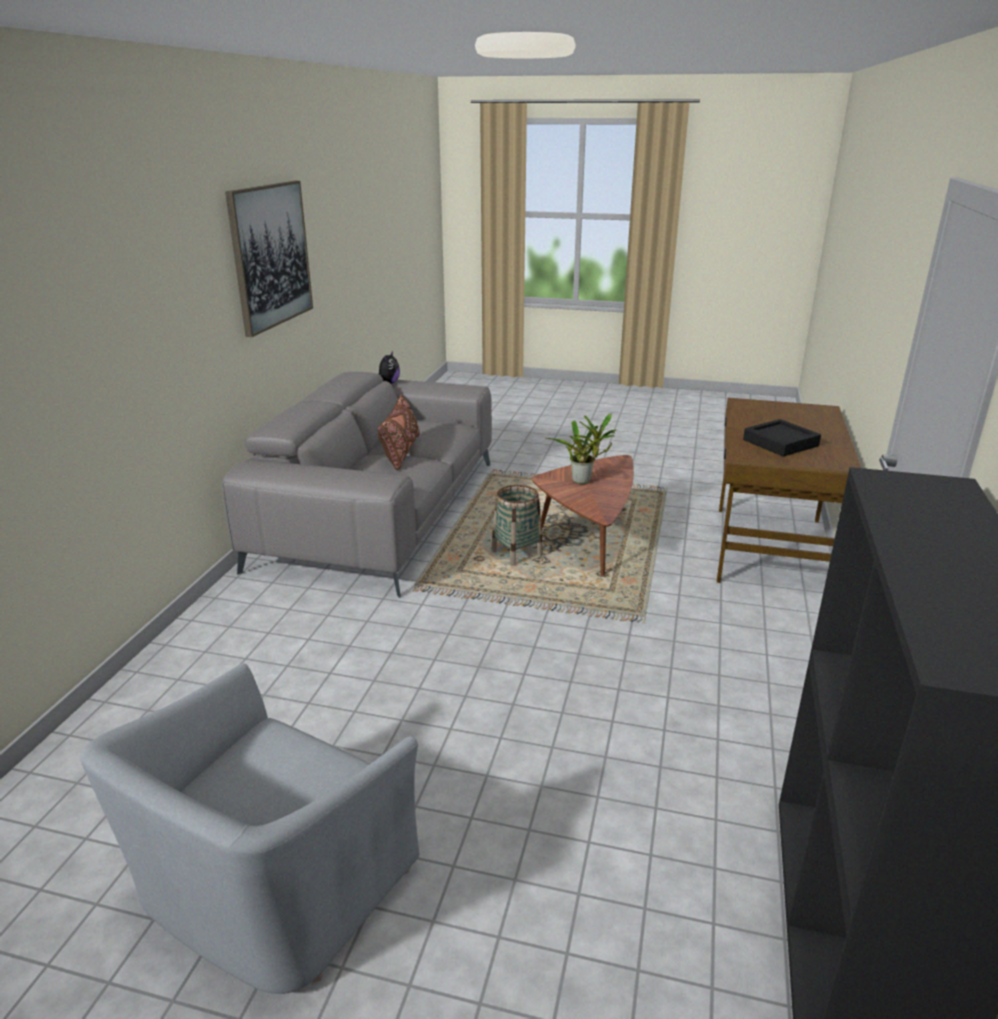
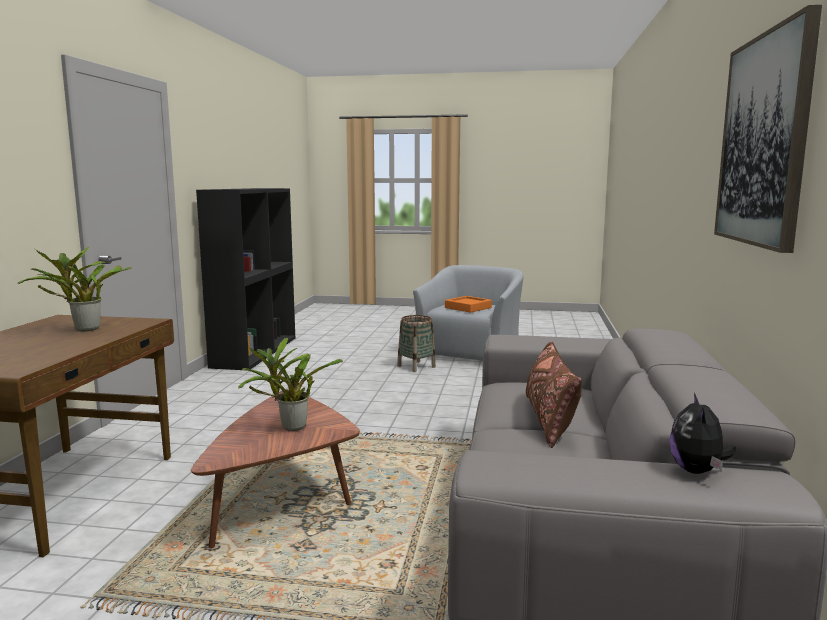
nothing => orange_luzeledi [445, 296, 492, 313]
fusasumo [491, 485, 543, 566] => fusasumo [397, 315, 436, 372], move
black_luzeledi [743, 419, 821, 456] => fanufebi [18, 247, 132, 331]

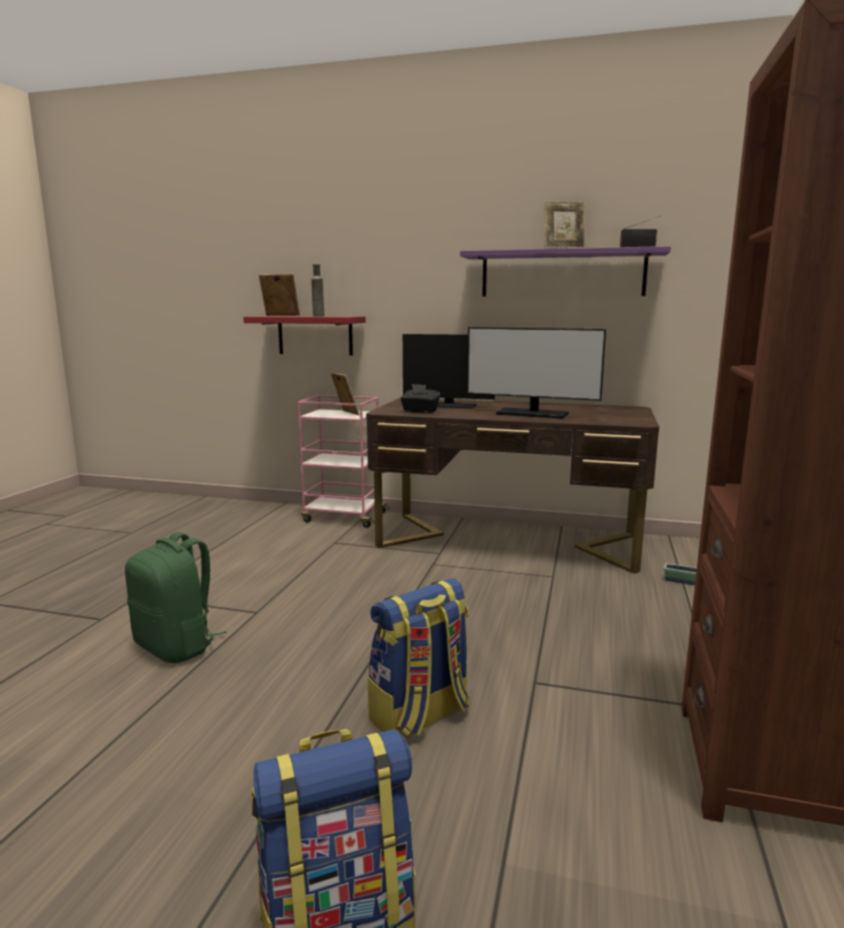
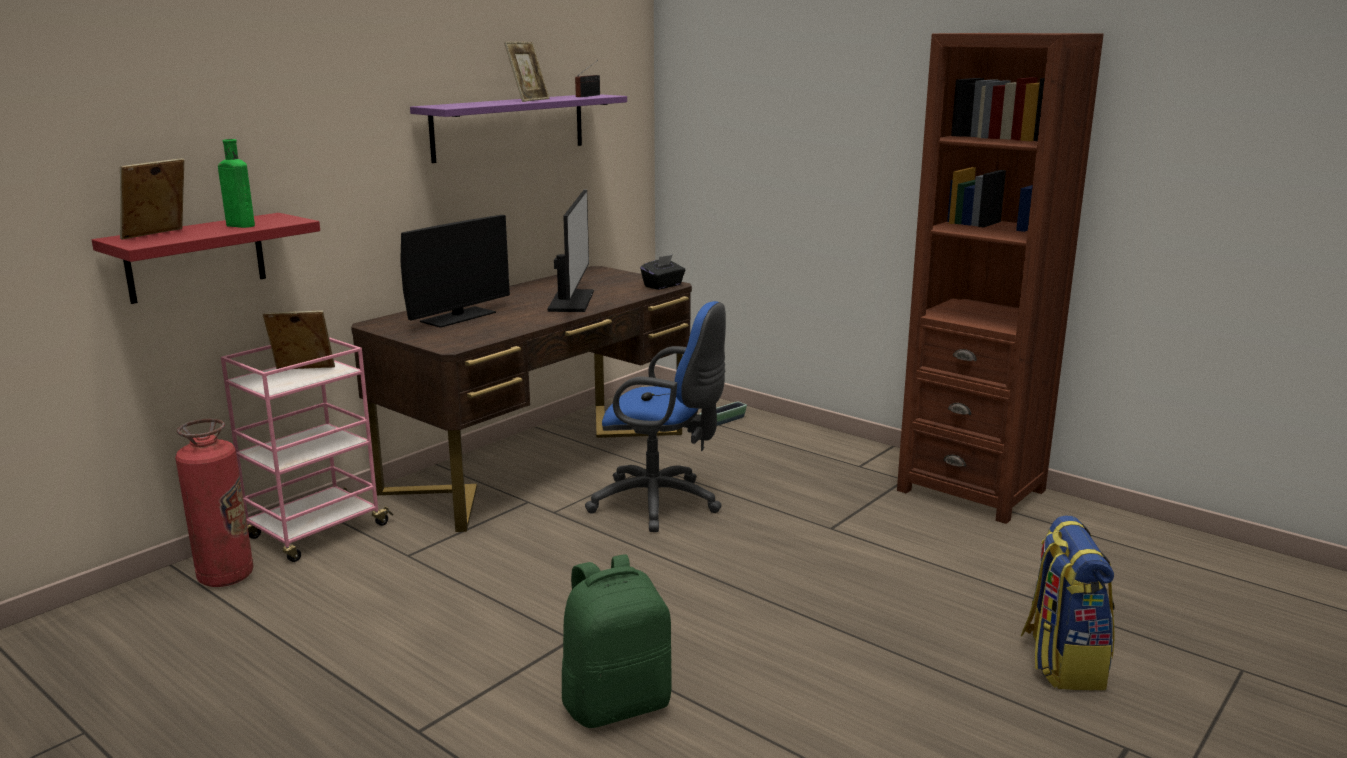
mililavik [368, 578, 469, 739] => nothing
nothing => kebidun [175, 419, 254, 587]
nothing => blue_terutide [585, 301, 726, 532]
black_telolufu [400, 384, 440, 413] => black_telolufu [640, 255, 685, 290], move
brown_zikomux [311, 264, 324, 316] => green_zikomux [218, 139, 255, 228]
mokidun [467, 327, 606, 419] => mokidun [548, 189, 594, 312], 45 degrees counterclockwise

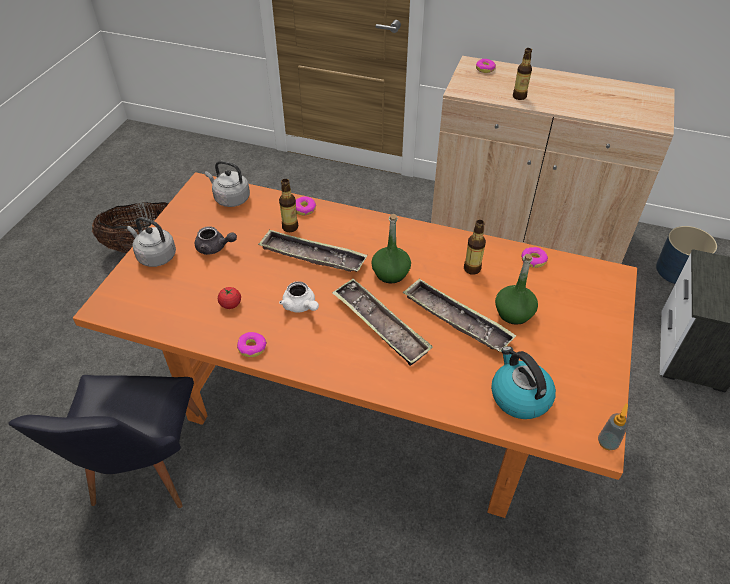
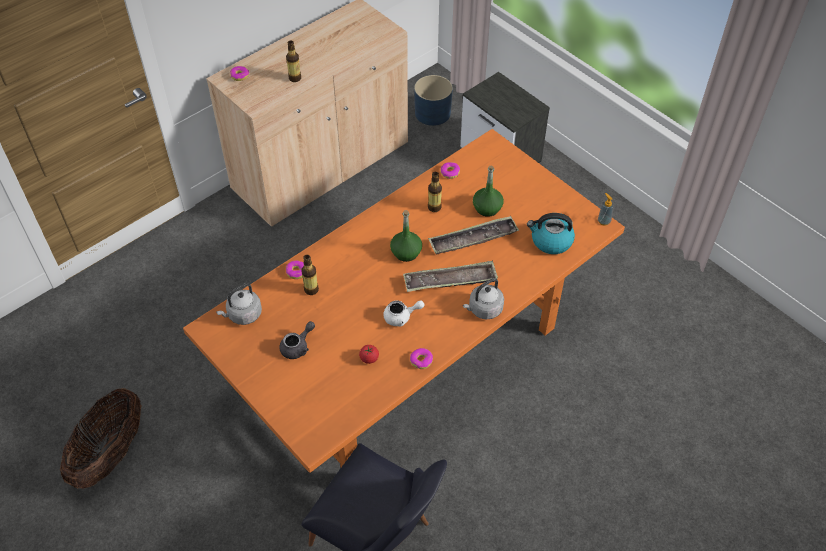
luzeledi [258, 229, 368, 272] => nothing
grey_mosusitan [127, 217, 176, 267] => grey_mosusitan [463, 278, 504, 319], move

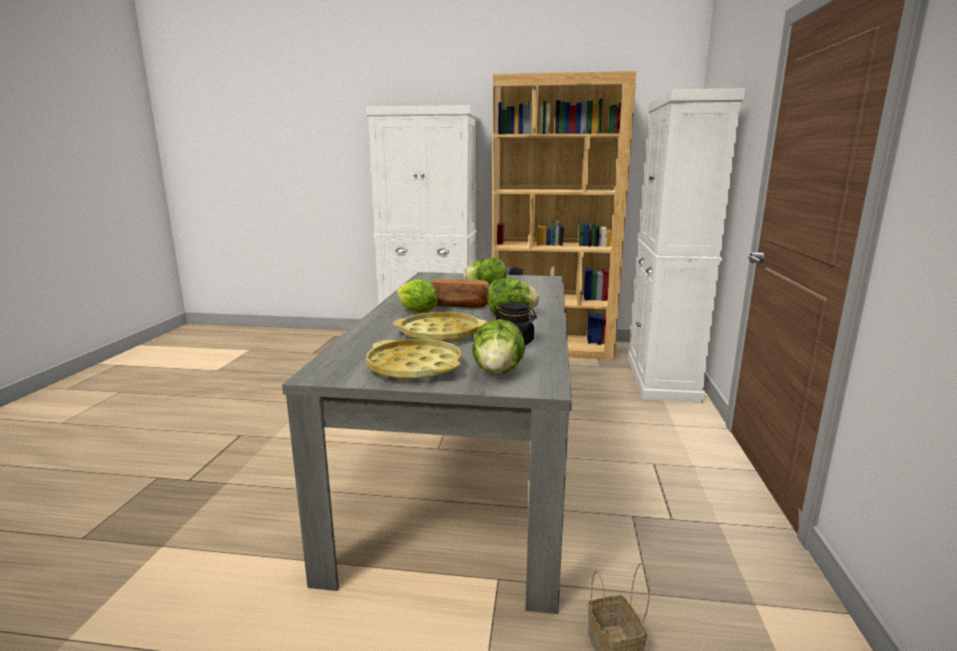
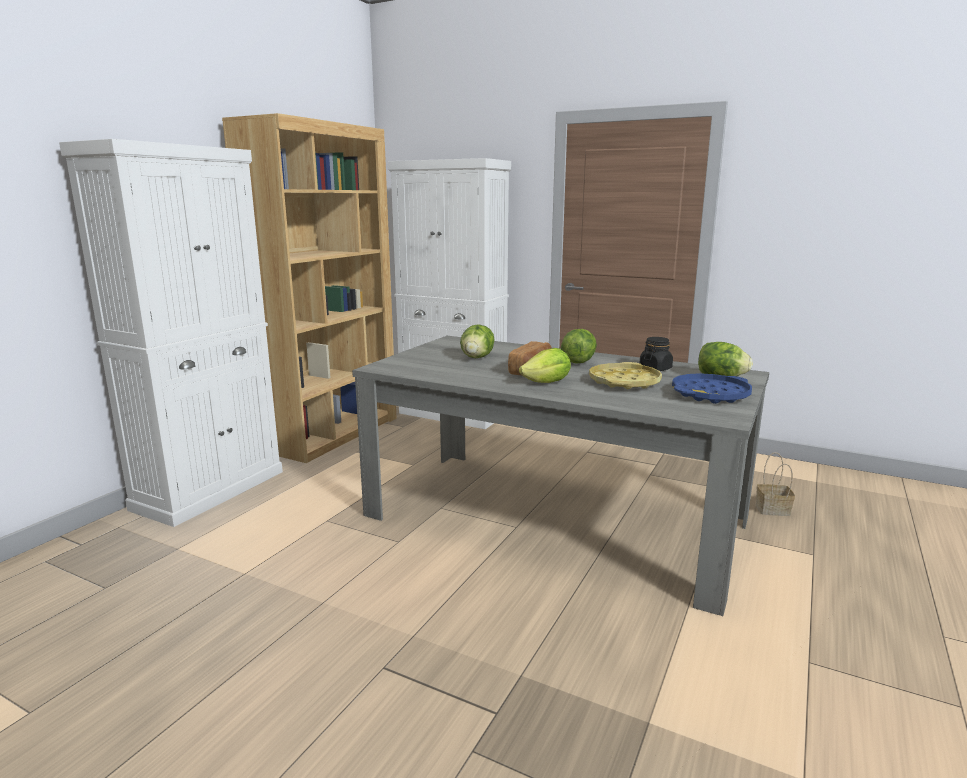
yellow_luzeledi [366, 339, 462, 381] => blue_luzeledi [672, 373, 752, 404]

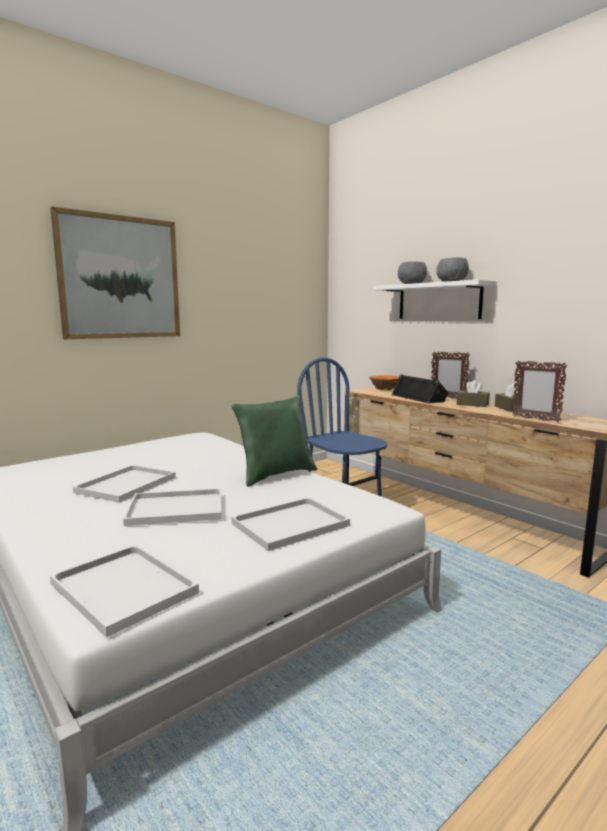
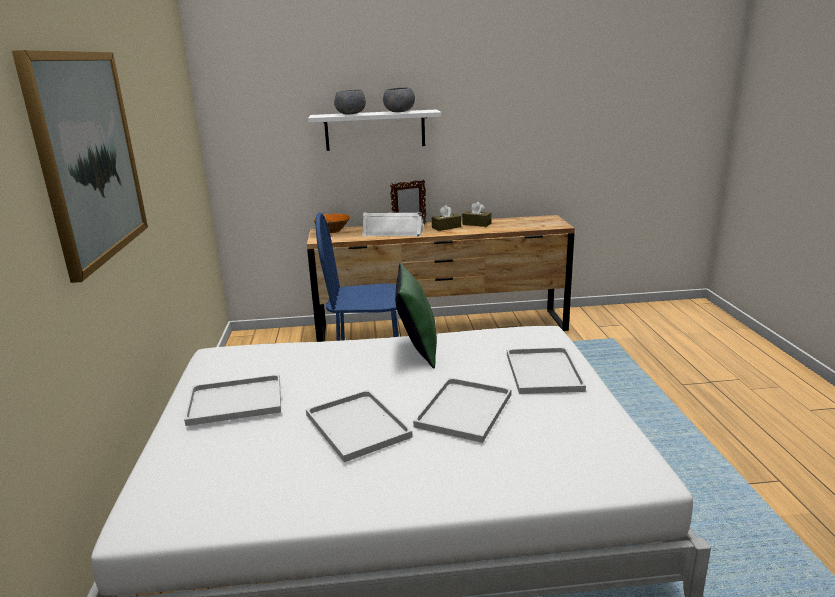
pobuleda [512, 360, 567, 422] => nothing
white_luzeledi [50, 545, 199, 637] => white_luzeledi [184, 374, 281, 426], move
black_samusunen [392, 374, 449, 404] => white_samusunen [362, 212, 423, 236]

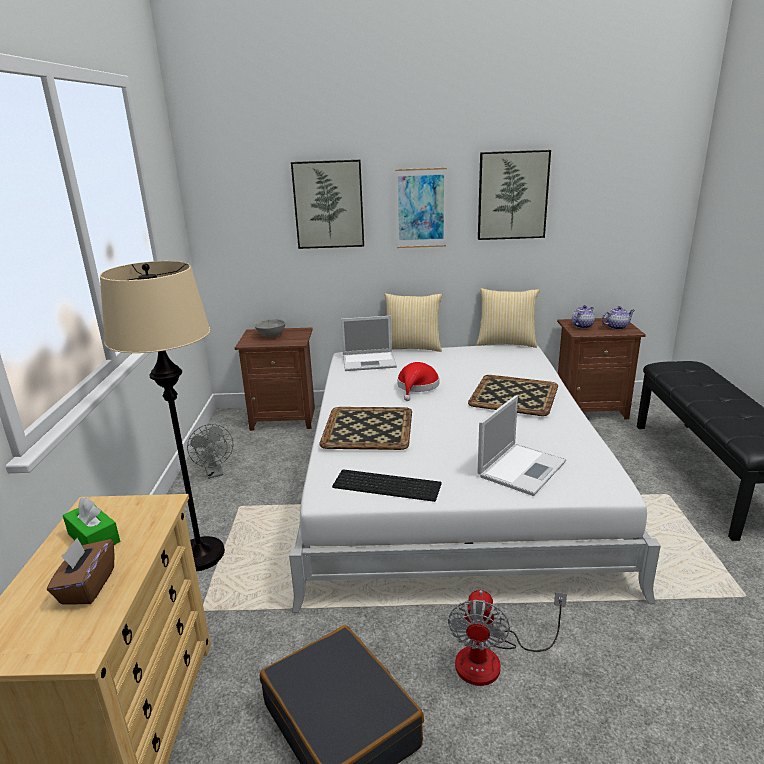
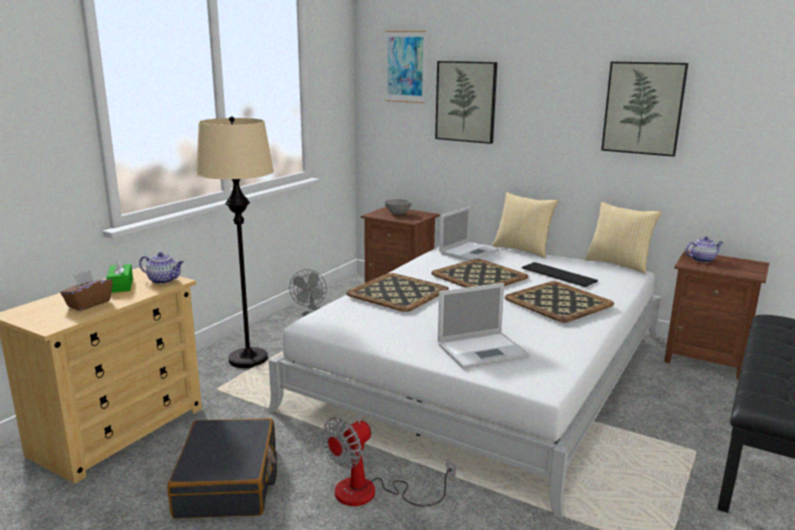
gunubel [332, 469, 442, 502] => gunubel [522, 262, 598, 287], move
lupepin [395, 168, 447, 248] => lupepin [385, 31, 426, 103], move
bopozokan [602, 306, 635, 330] => bopozokan [139, 252, 184, 284], move
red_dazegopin [397, 362, 439, 401] => luzeledi [431, 259, 529, 288]
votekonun [341, 316, 397, 371] => votekonun [439, 207, 499, 261], 75 degrees counterclockwise

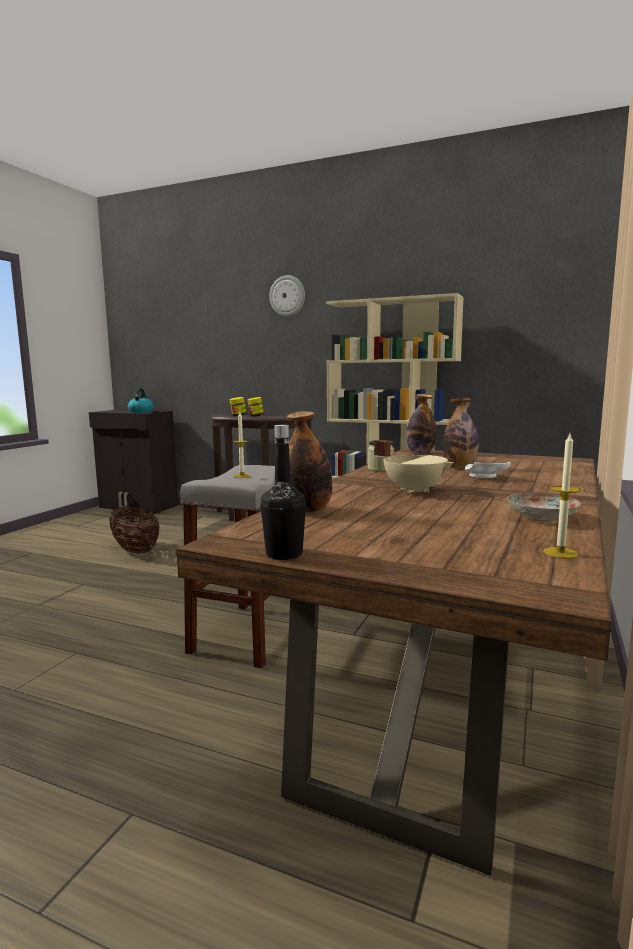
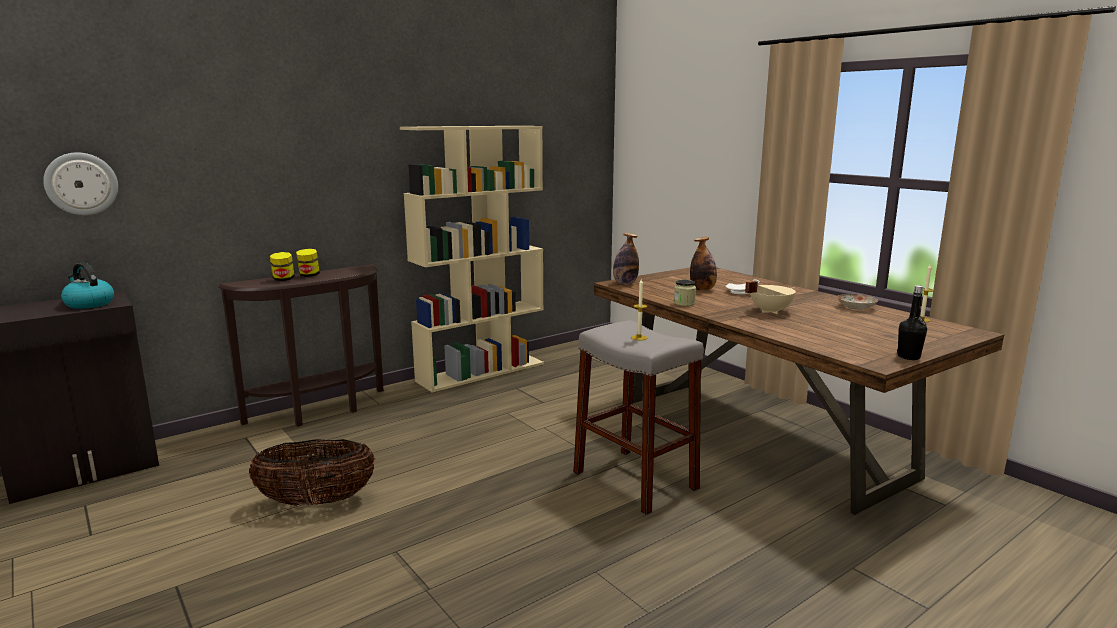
zikomux [287, 411, 332, 513] => nothing
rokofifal [269, 275, 305, 316] => rokofifal [43, 153, 118, 215], move

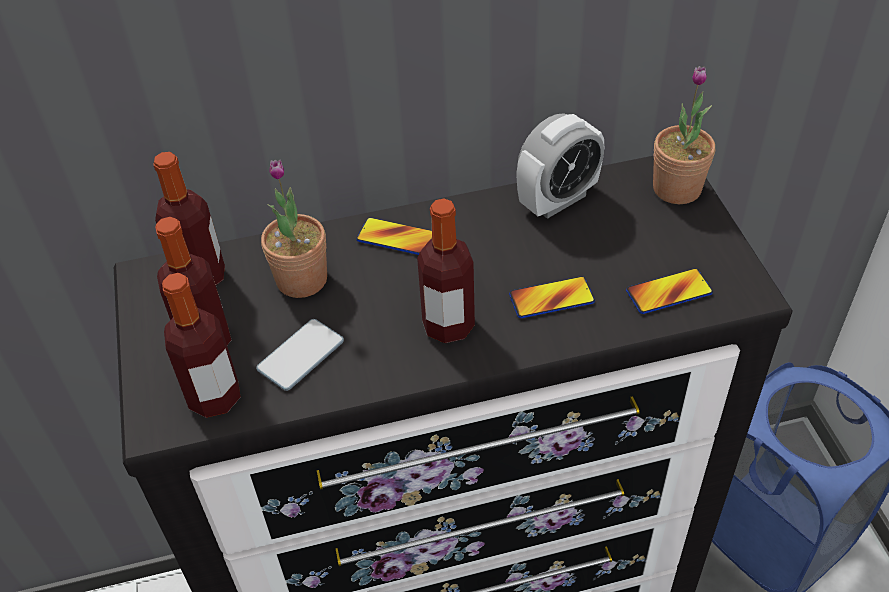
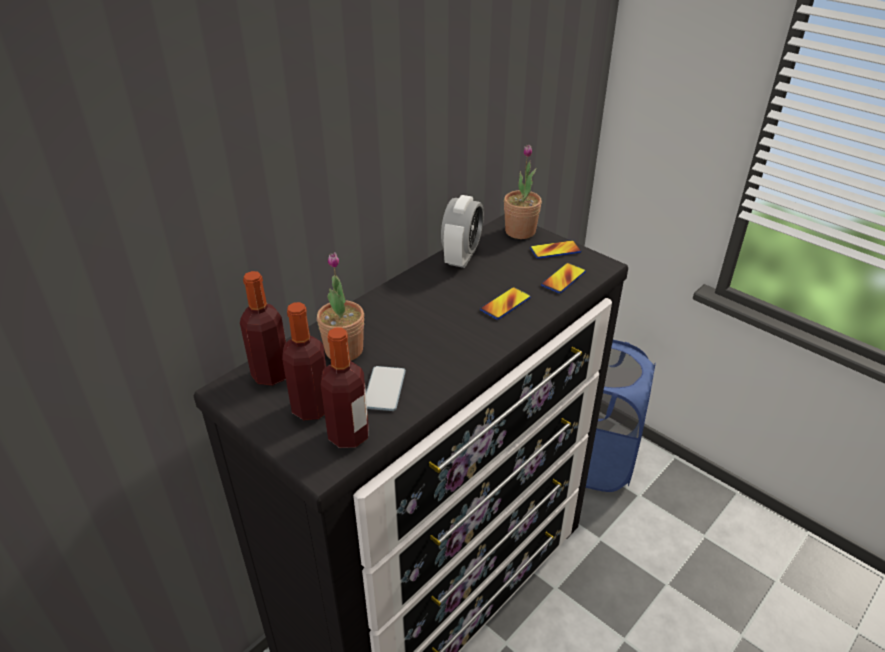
zikomux [417, 198, 475, 343] => nothing
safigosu [356, 217, 432, 255] => safigosu [530, 240, 582, 258], move

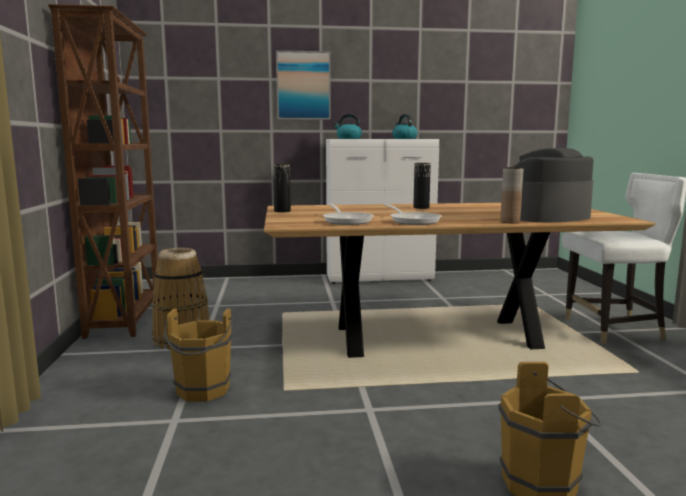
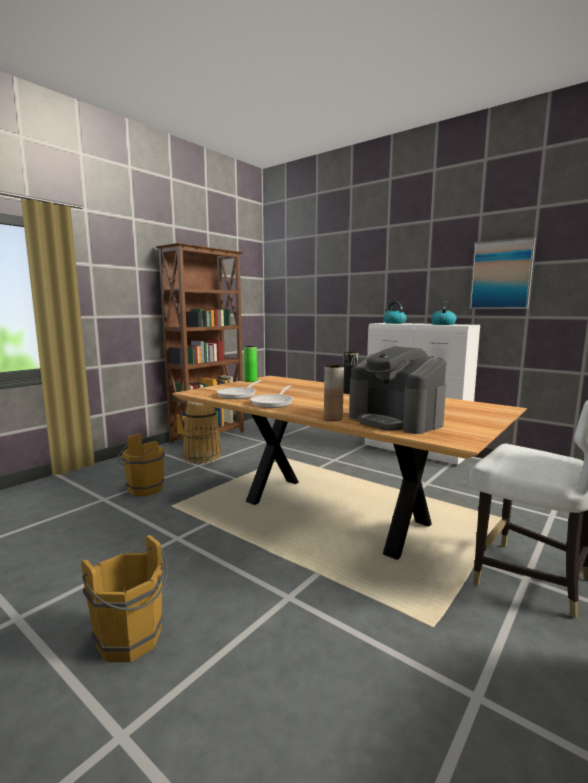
lupepin [276, 50, 331, 120] => lupepin [470, 237, 536, 309], move
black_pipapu [273, 164, 291, 212] => green_pipapu [244, 346, 257, 382]
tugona [513, 148, 594, 222] => tugona [349, 347, 446, 434], 150 degrees counterclockwise

